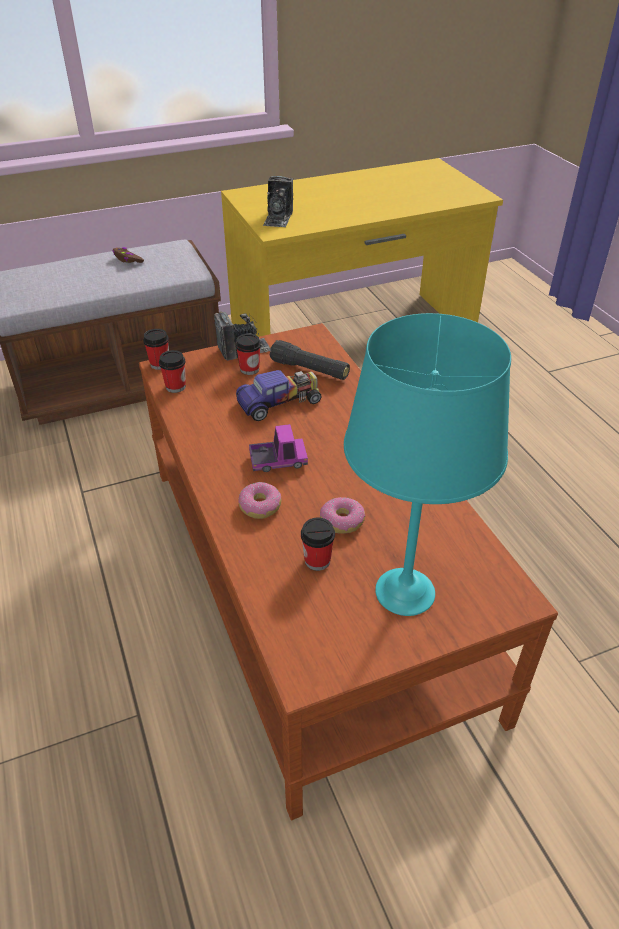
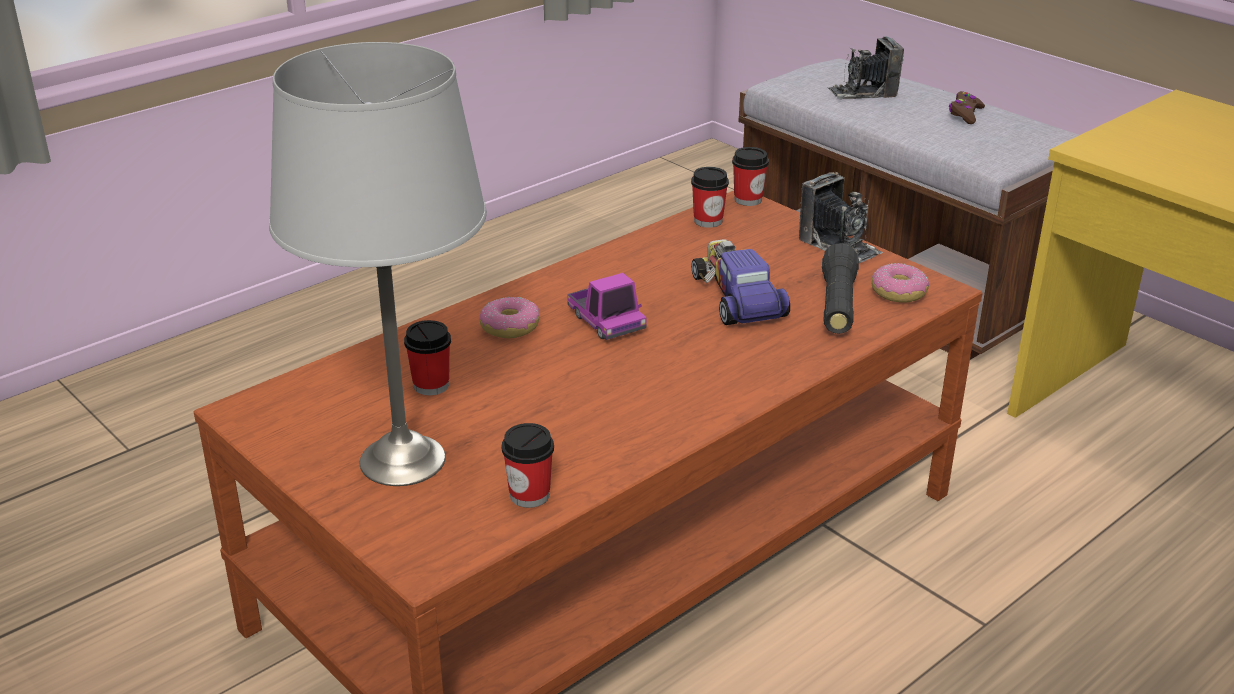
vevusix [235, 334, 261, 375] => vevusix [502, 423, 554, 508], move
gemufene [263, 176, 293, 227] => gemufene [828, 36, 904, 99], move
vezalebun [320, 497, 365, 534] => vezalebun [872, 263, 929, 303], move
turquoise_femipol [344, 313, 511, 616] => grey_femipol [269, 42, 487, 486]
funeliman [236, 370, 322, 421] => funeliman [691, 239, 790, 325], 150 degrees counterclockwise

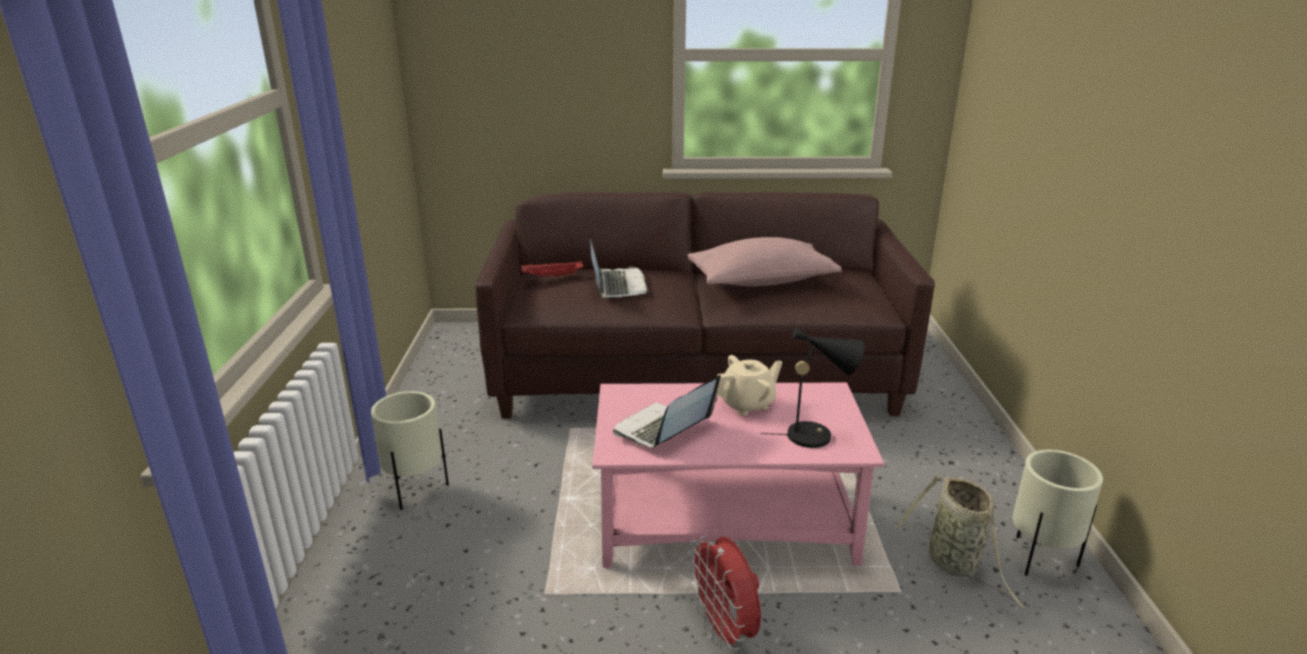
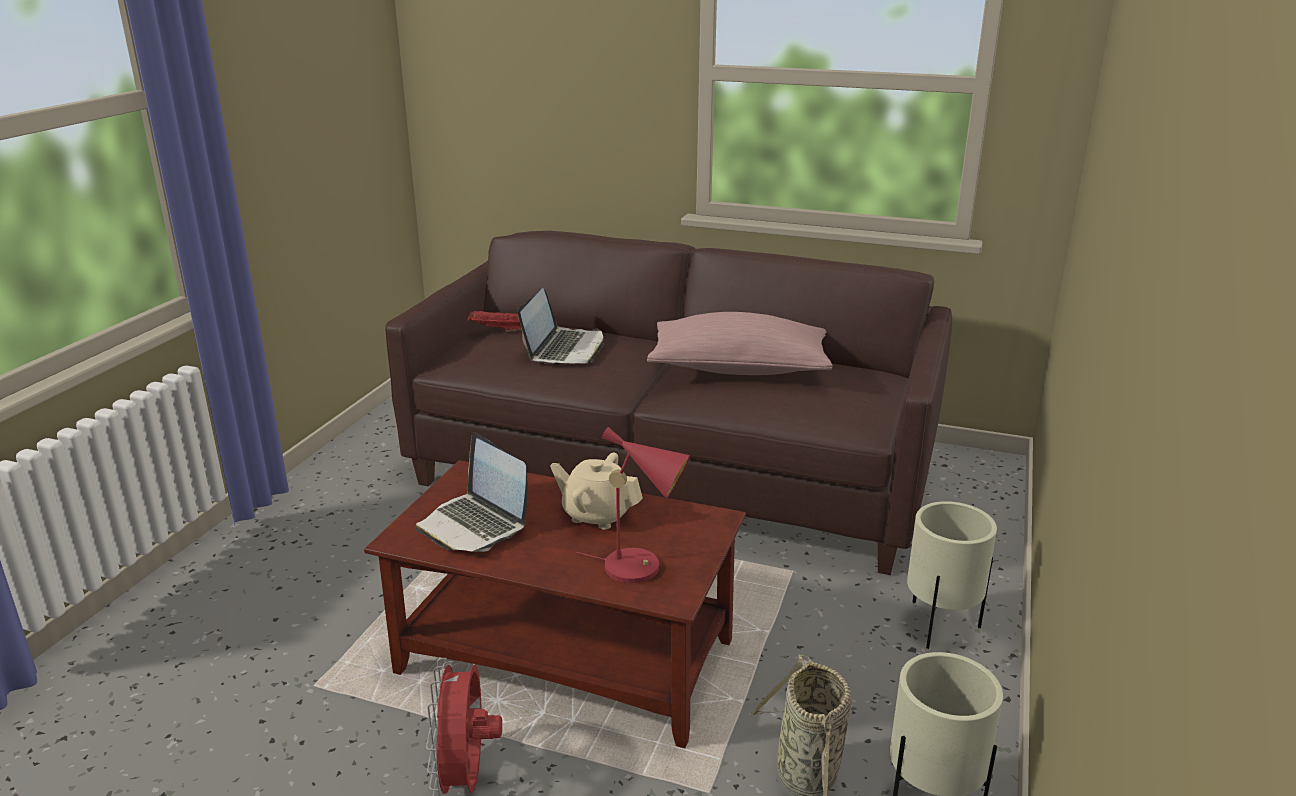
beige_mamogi [371, 391, 449, 510] => beige_mamogi [907, 501, 997, 649], move
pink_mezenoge [592, 382, 885, 568] => brown_mezenoge [364, 460, 746, 748]
black_femipol [761, 328, 864, 448] => red_femipol [576, 427, 690, 583]
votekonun [613, 375, 721, 448] => votekonun [415, 432, 528, 552], 105 degrees counterclockwise
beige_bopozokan [717, 355, 782, 416] => beige_bopozokan [550, 453, 643, 530], 150 degrees counterclockwise

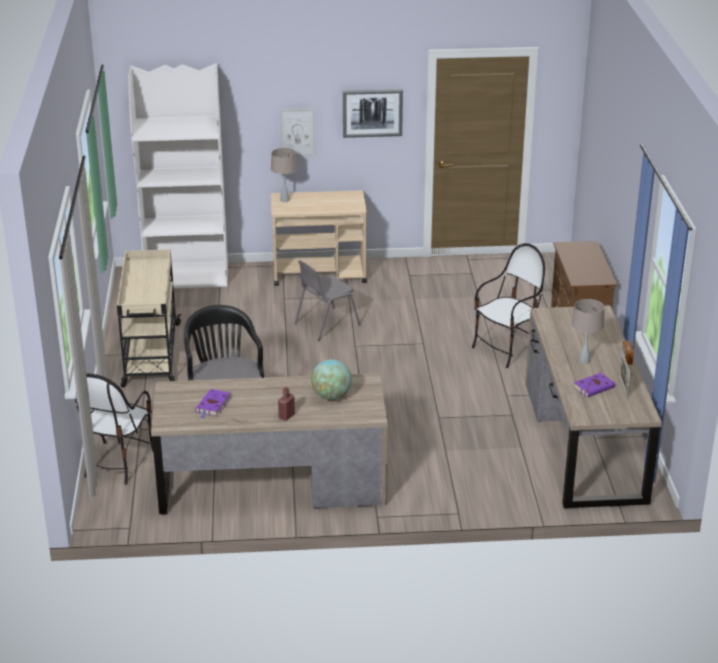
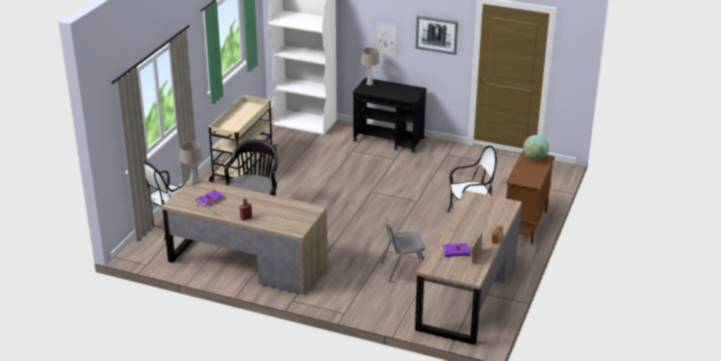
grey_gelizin [294, 260, 361, 340] => grey_gelizin [381, 216, 425, 282], move
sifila [311, 359, 352, 400] => sifila [523, 135, 549, 160], move
beige_femipol [571, 299, 604, 364] => beige_femipol [180, 141, 202, 185], move
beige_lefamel [271, 190, 367, 286] => black_lefamel [353, 78, 427, 153]

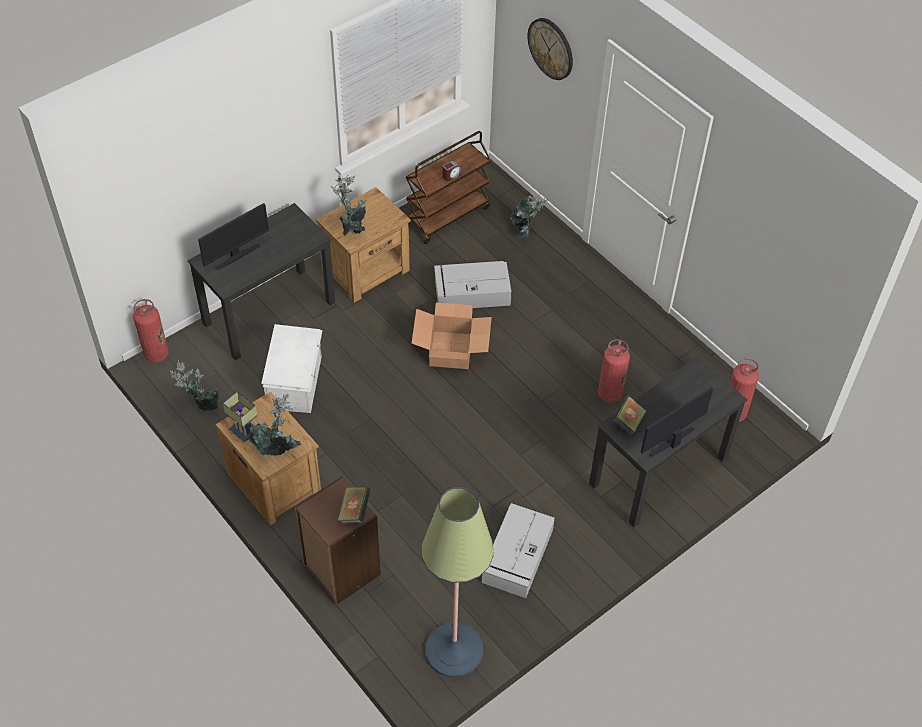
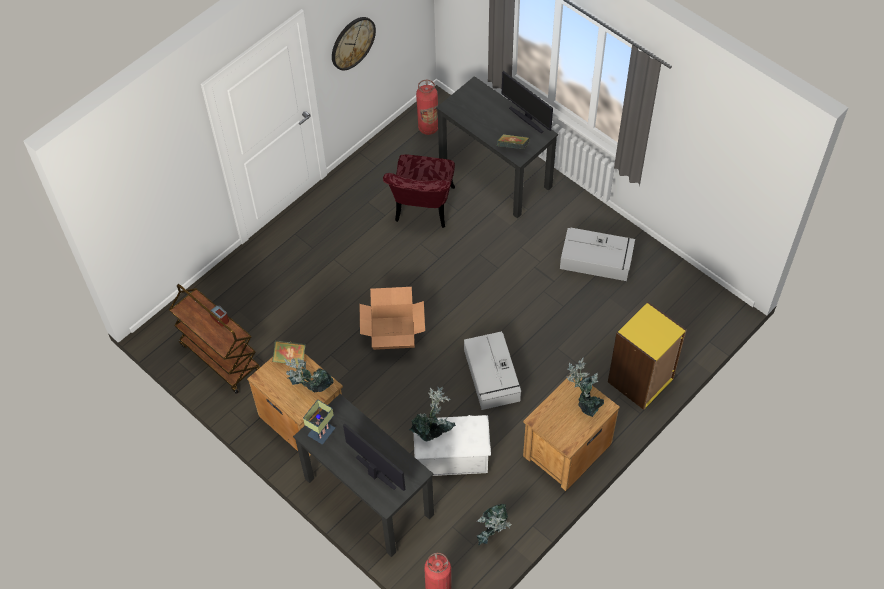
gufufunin [421, 487, 494, 678] => nothing
femipol [223, 391, 257, 442] => femipol [303, 399, 335, 445], move
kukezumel [338, 486, 371, 524] => kukezumel [272, 340, 306, 365], move
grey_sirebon [434, 261, 512, 308] => grey_sirebon [464, 331, 521, 410], move
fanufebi [511, 195, 548, 240] => fanufebi [409, 386, 456, 441], move
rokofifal [527, 18, 573, 80] => rokofifal [332, 17, 376, 70], move
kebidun [598, 339, 630, 403] => red_gelizin [383, 154, 455, 228]
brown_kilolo [295, 476, 381, 605] => yellow_kilolo [608, 302, 687, 410]

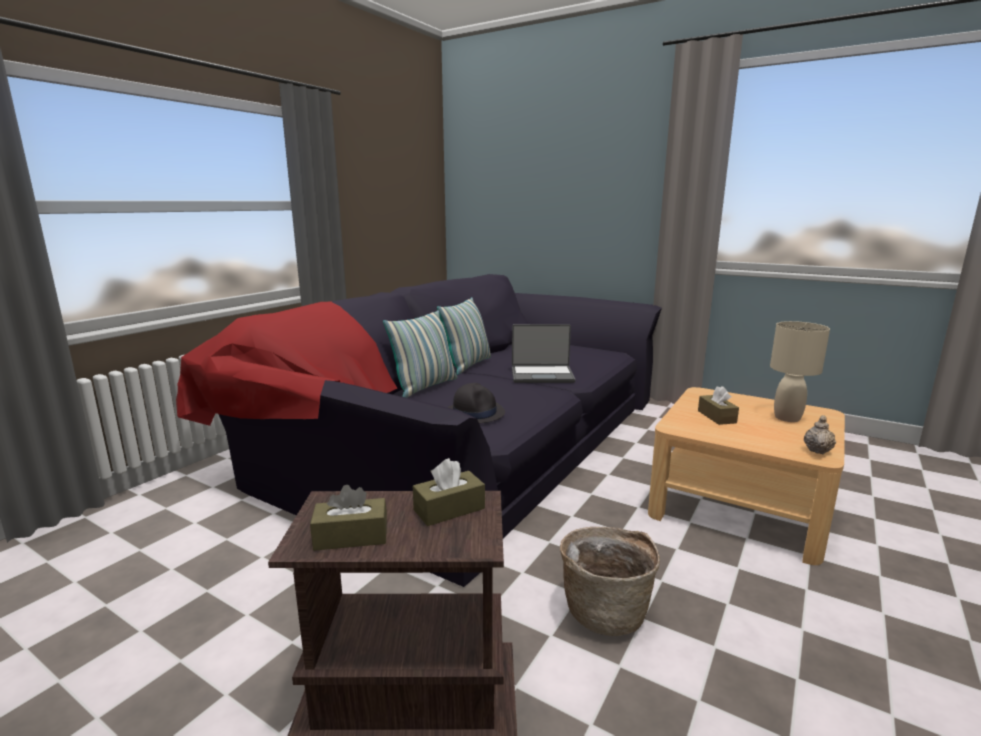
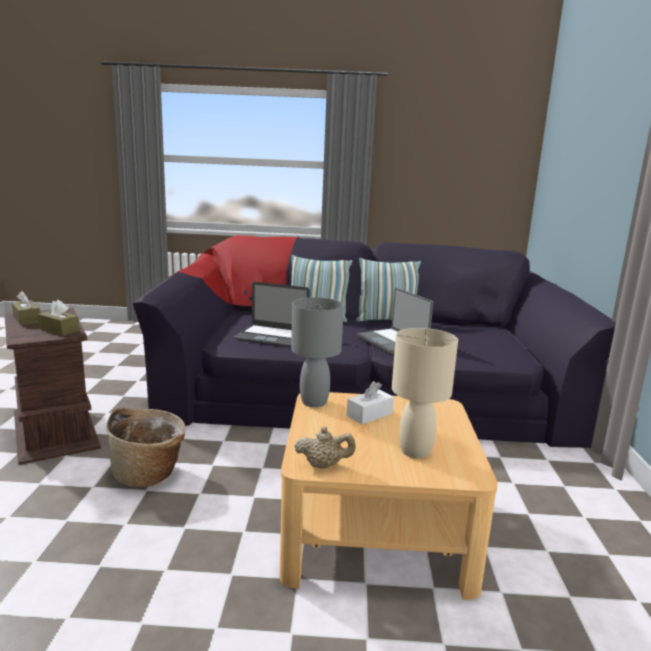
nothing => grey_femipol [291, 297, 344, 407]
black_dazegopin [448, 383, 505, 423] => votekonun [234, 282, 310, 346]
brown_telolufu [698, 386, 739, 425] => white_telolufu [347, 381, 394, 424]

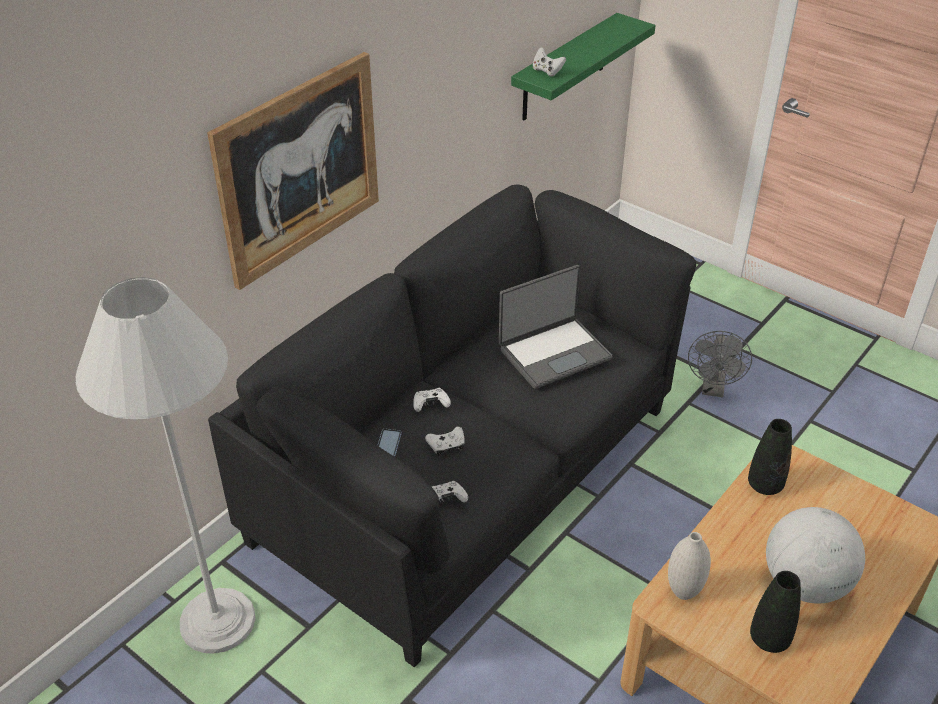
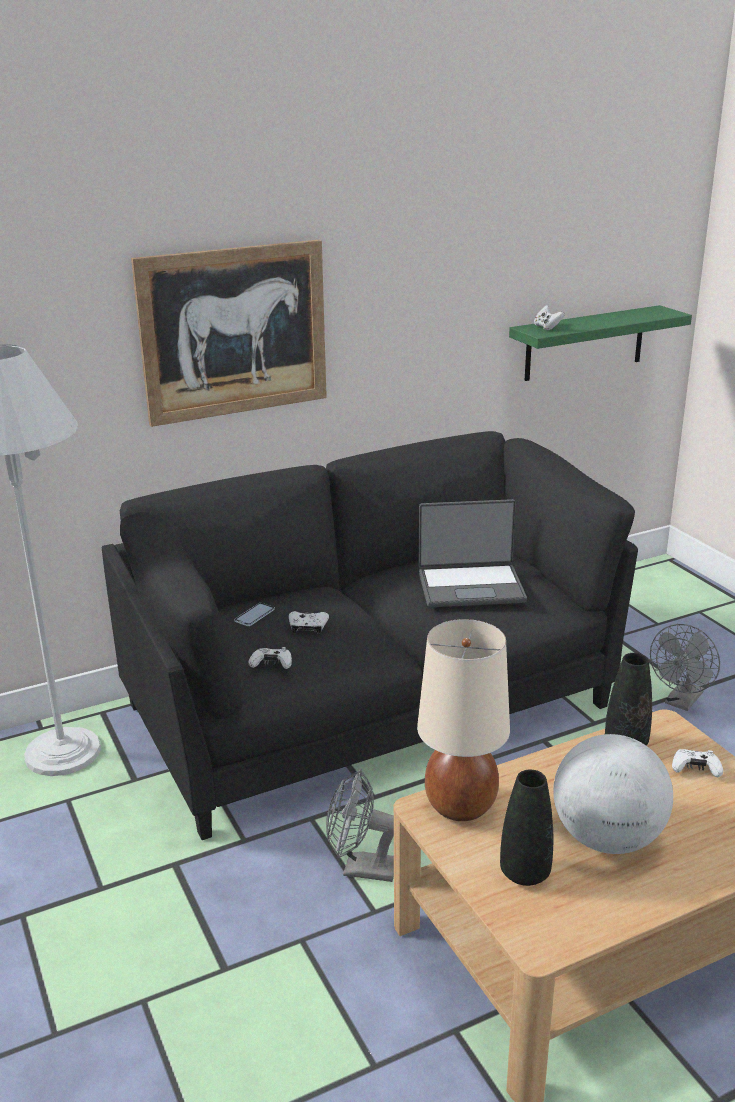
nothing => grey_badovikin [326, 769, 394, 882]
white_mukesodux [413, 388, 451, 412] => white_mukesodux [672, 749, 723, 777], move
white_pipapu [668, 532, 711, 600] => beige_femipol [417, 619, 510, 821]

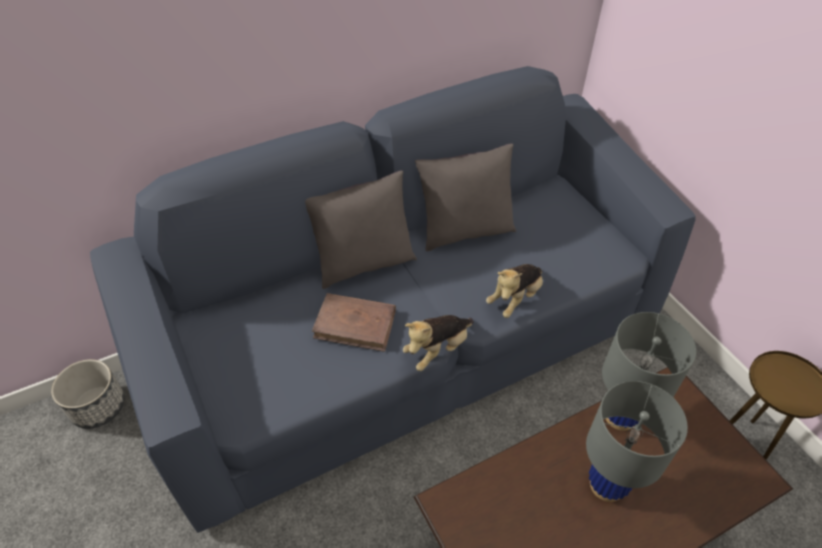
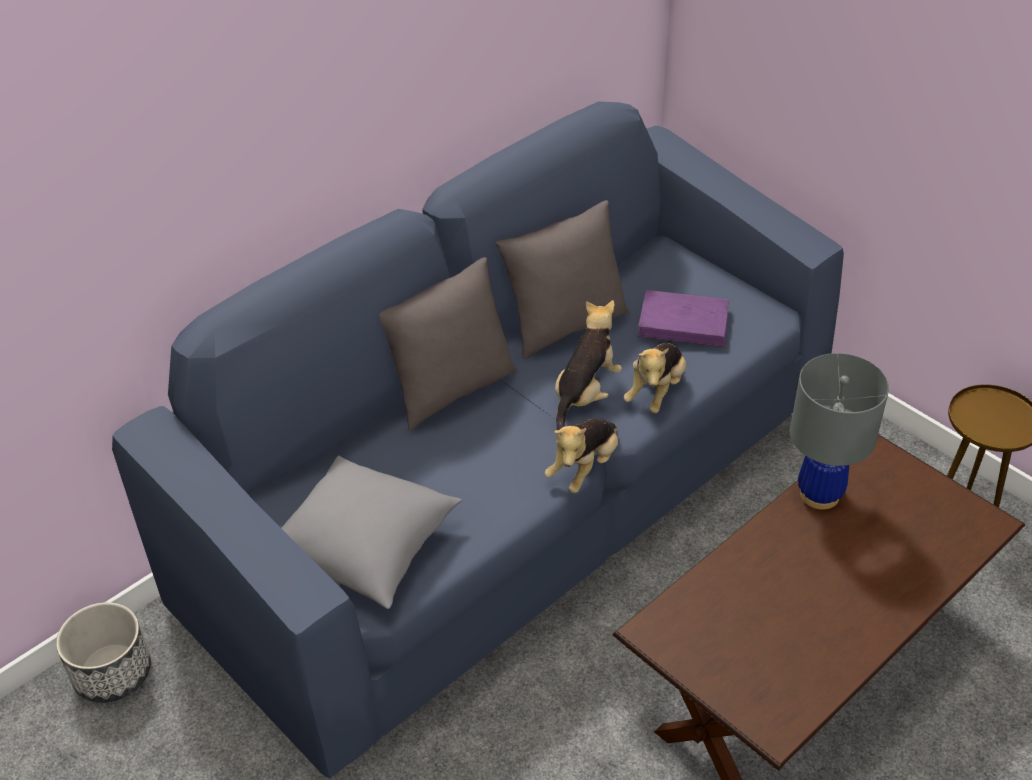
brown_kukezumel [312, 293, 396, 352] => nothing
grey_femipol [586, 381, 688, 502] => nothing
nothing => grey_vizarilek [281, 456, 462, 609]
nothing => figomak [555, 300, 622, 430]
nothing => purple_kukezumel [638, 290, 729, 347]

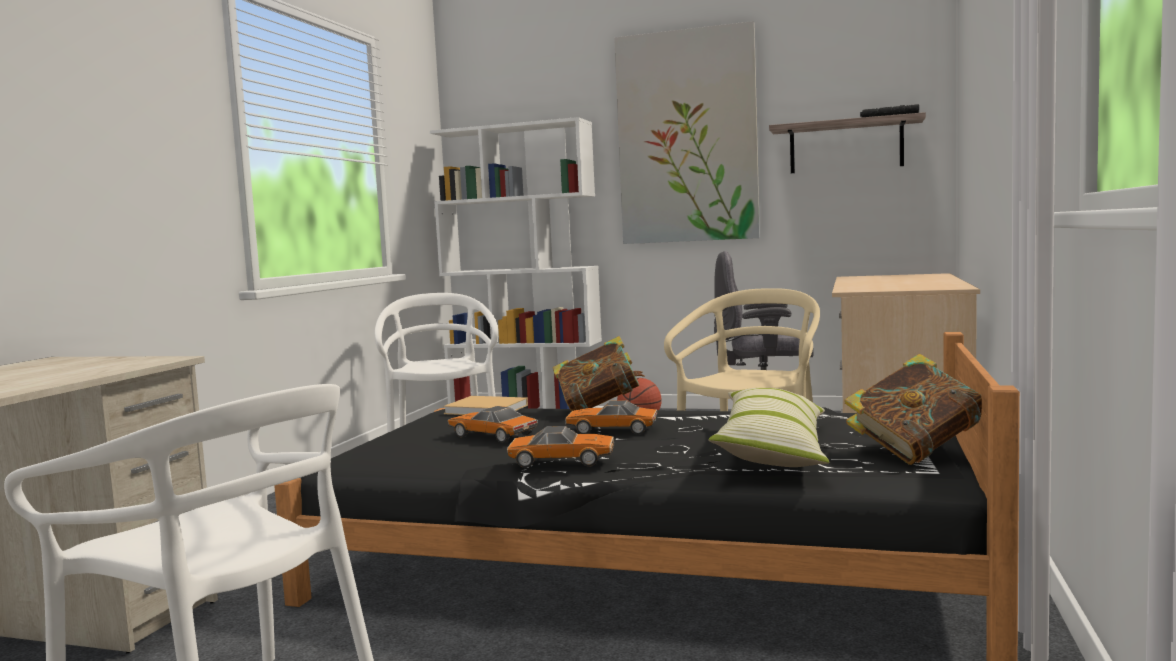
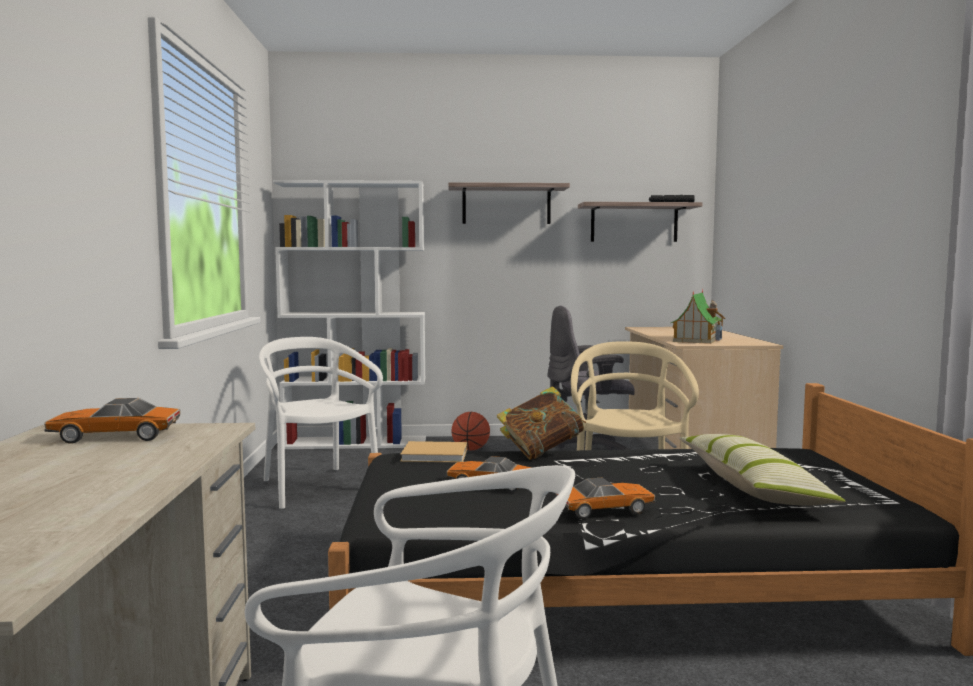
kukezumel [844, 353, 982, 465] => nothing
nothing => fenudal [671, 290, 725, 344]
funeliman [565, 400, 657, 435] => funeliman [44, 398, 180, 444], move
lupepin [614, 21, 760, 244] => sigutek [448, 182, 570, 224]

